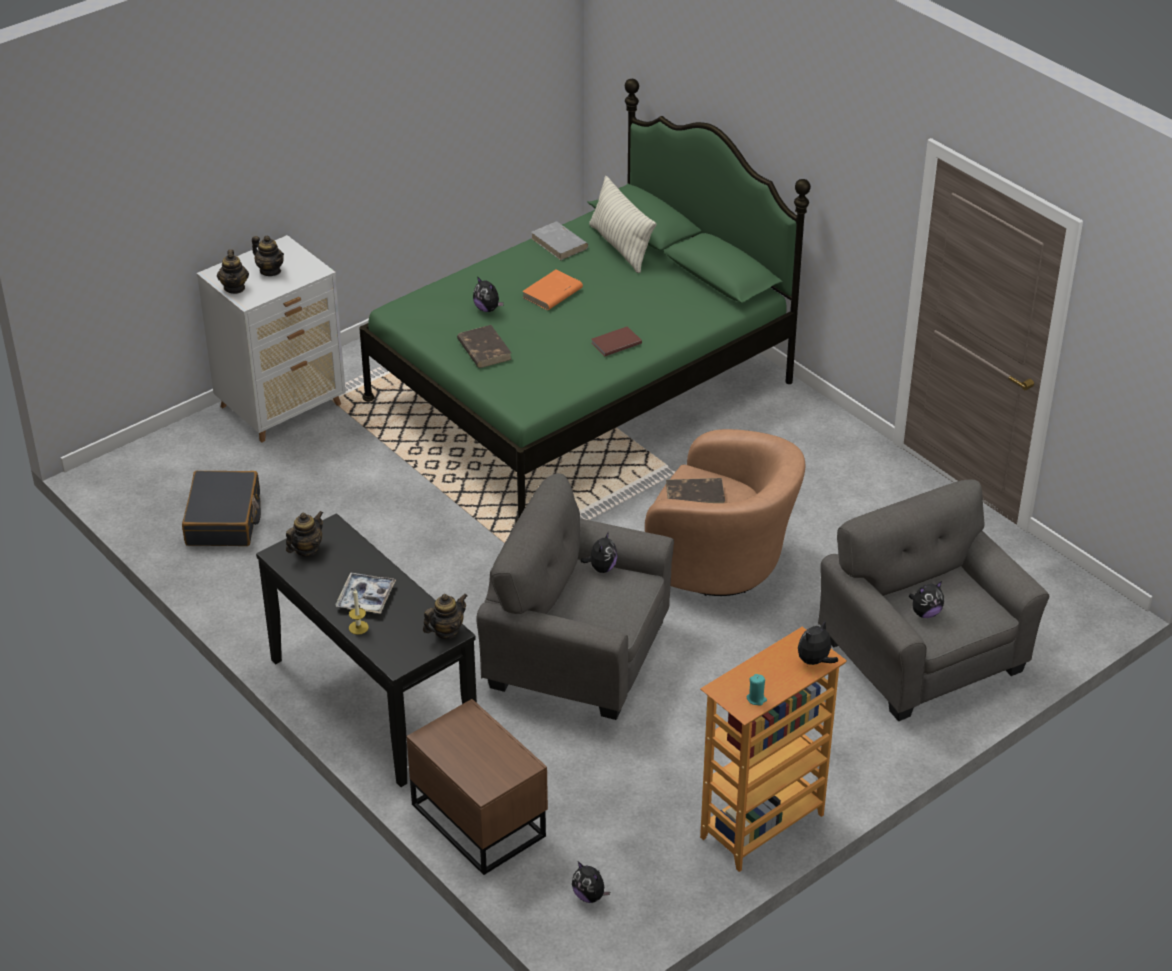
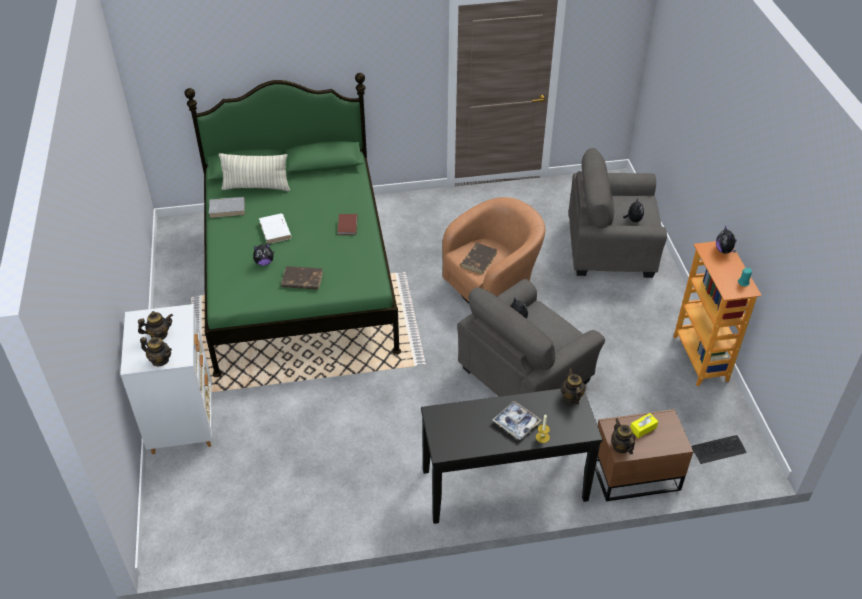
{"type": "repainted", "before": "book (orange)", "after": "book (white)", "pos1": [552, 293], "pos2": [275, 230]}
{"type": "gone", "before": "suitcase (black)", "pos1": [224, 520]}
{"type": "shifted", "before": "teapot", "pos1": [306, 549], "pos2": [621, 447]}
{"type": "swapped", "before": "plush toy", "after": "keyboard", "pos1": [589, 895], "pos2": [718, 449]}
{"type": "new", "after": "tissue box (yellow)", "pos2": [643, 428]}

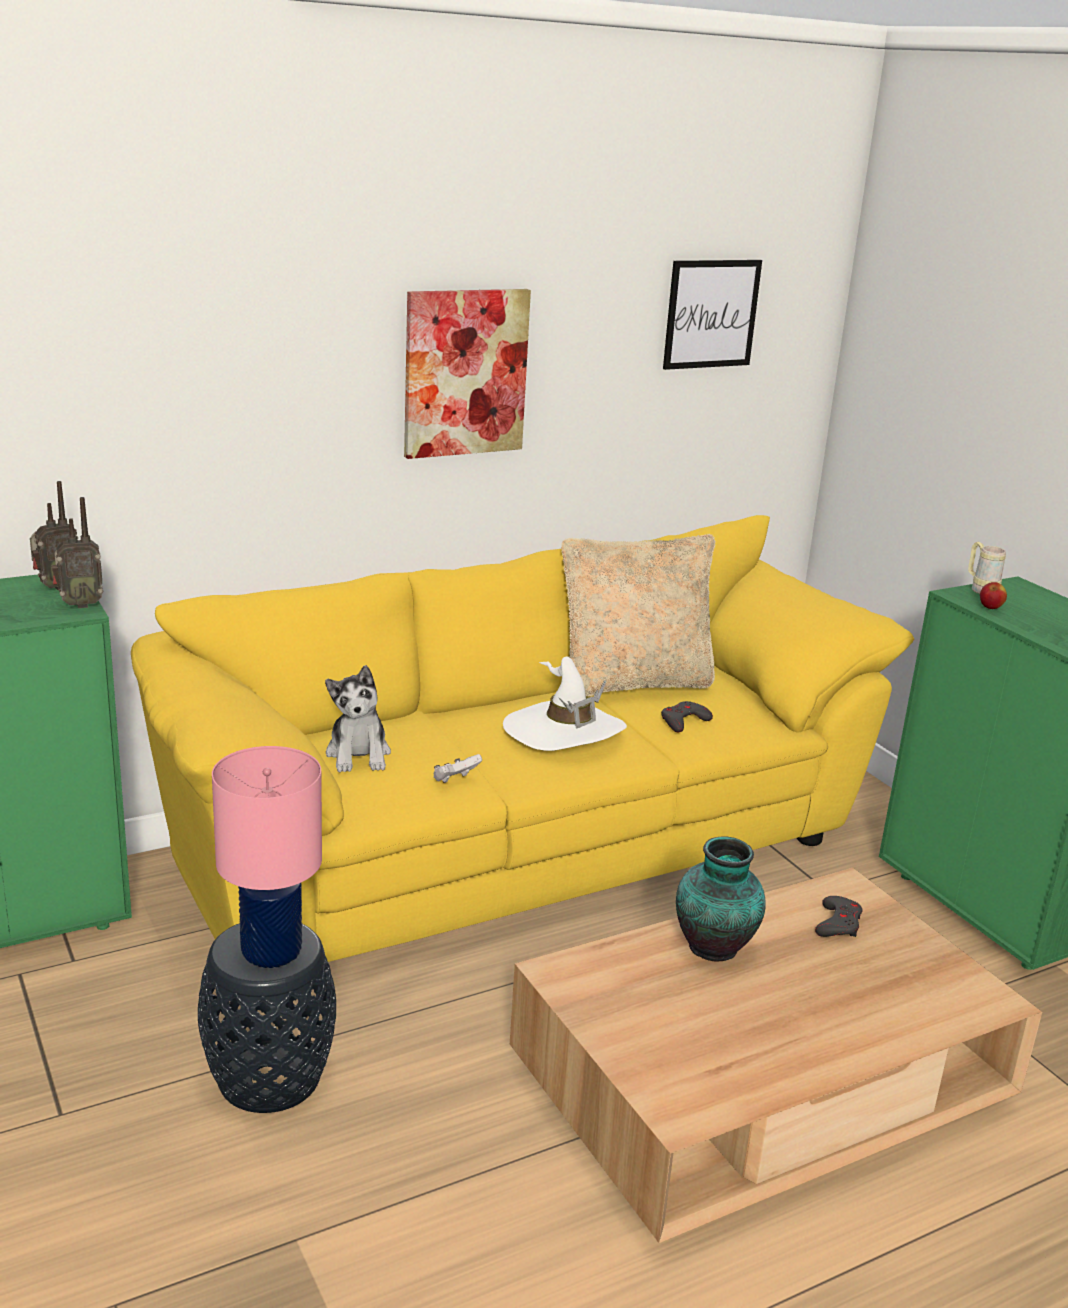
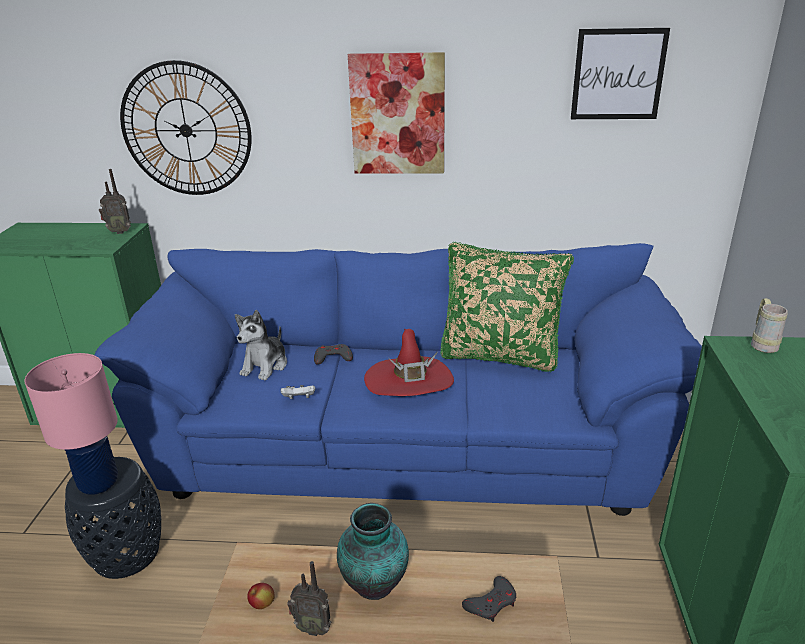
{"type": "shifted", "before": "radio", "pos1": [79, 604], "pos2": [313, 627]}
{"type": "repainted", "before": "sofa (yellow)", "after": "sofa (blue)", "pos1": [523, 854], "pos2": [405, 454]}
{"type": "repainted", "before": "pillow (beige)", "after": "pillow (green)", "pos1": [635, 686], "pos2": [500, 358]}
{"type": "shifted", "before": "apple", "pos1": [990, 608], "pos2": [262, 604]}
{"type": "repainted", "before": "hat (white)", "after": "hat (red)", "pos1": [564, 731], "pos2": [409, 381]}
{"type": "shifted", "before": "game controller (grey)", "pos1": [683, 721], "pos2": [333, 357]}
{"type": "new", "after": "wall clock", "pos2": [186, 130]}

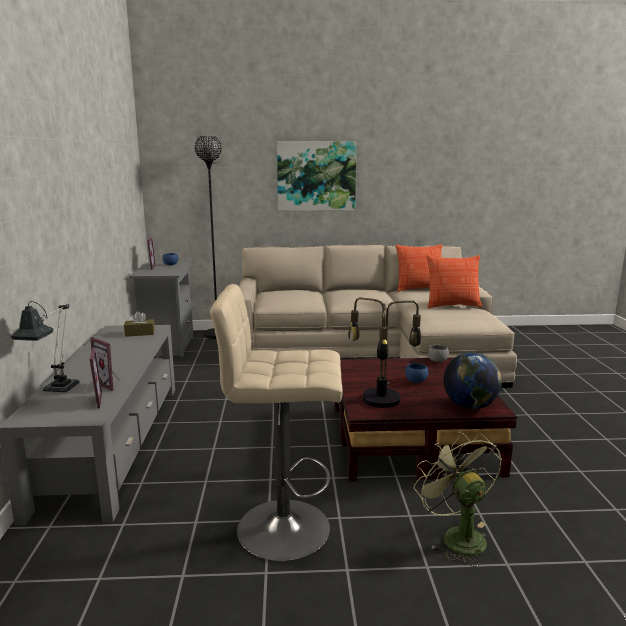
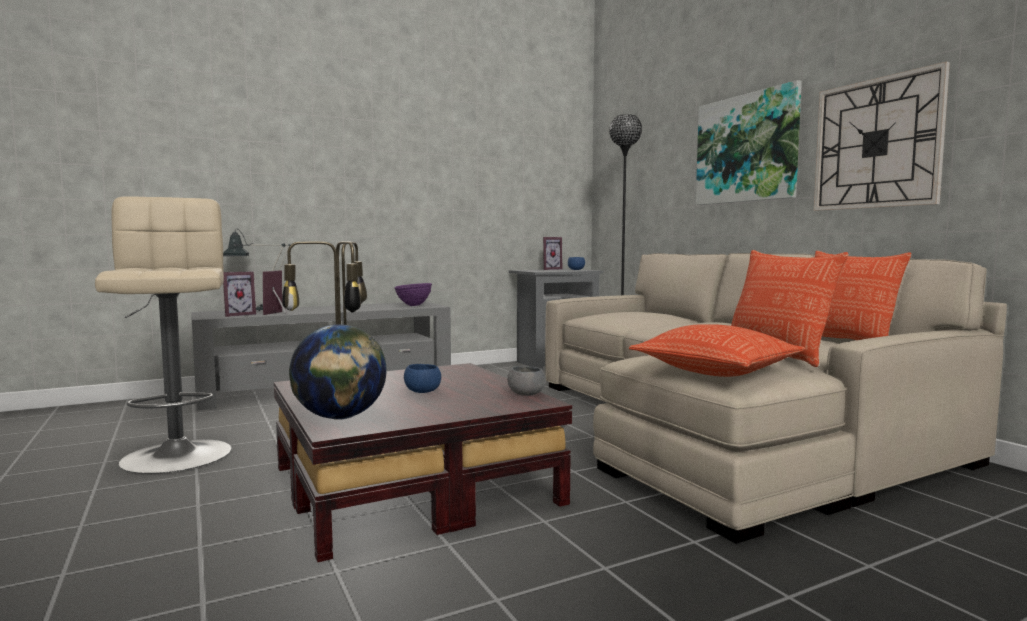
{"type": "swapped", "before": "tissue box (brown)", "after": "bowl (purple)", "pos1": [140, 333], "pos2": [413, 306]}
{"type": "gone", "before": "fan (green)", "pos1": [456, 536]}
{"type": "new", "after": "wall clock", "pos2": [876, 144]}
{"type": "new", "after": "pillow (orange)", "pos2": [716, 371]}

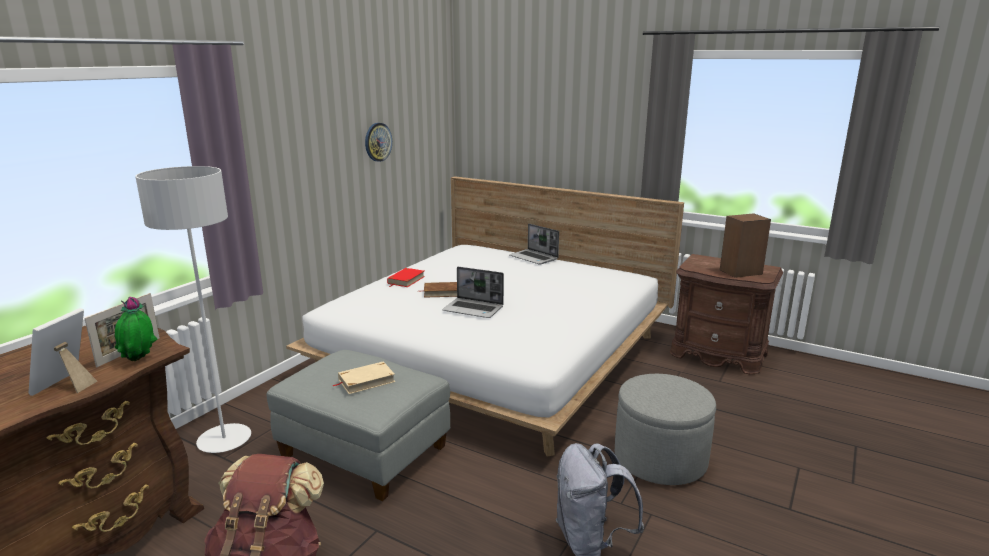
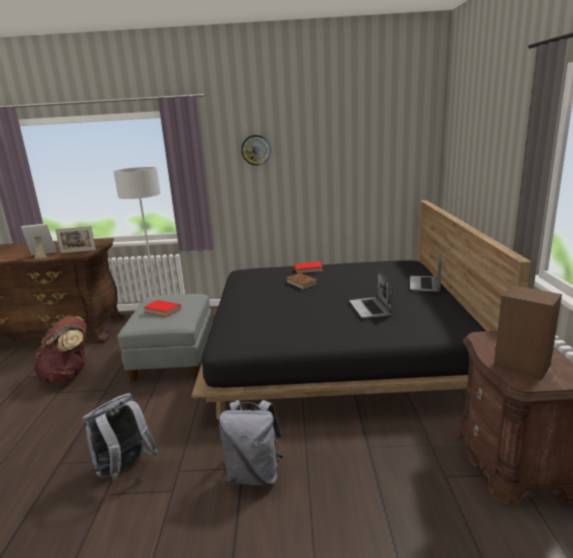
{"type": "shifted", "before": "wall clock", "pos1": [377, 142], "pos2": [256, 150]}
{"type": "repainted", "before": "bed (white)", "after": "bed (black)", "pos1": [493, 354], "pos2": [335, 349]}
{"type": "shifted", "before": "laptop", "pos1": [474, 309], "pos2": [371, 309]}
{"type": "gone", "before": "potted plant", "pos1": [139, 361]}
{"type": "repainted", "before": "book (beige)", "after": "book (red)", "pos1": [366, 381], "pos2": [162, 310]}
{"type": "swapped", "before": "ottoman (grey)", "after": "backpack (grey)", "pos1": [660, 459], "pos2": [254, 474]}

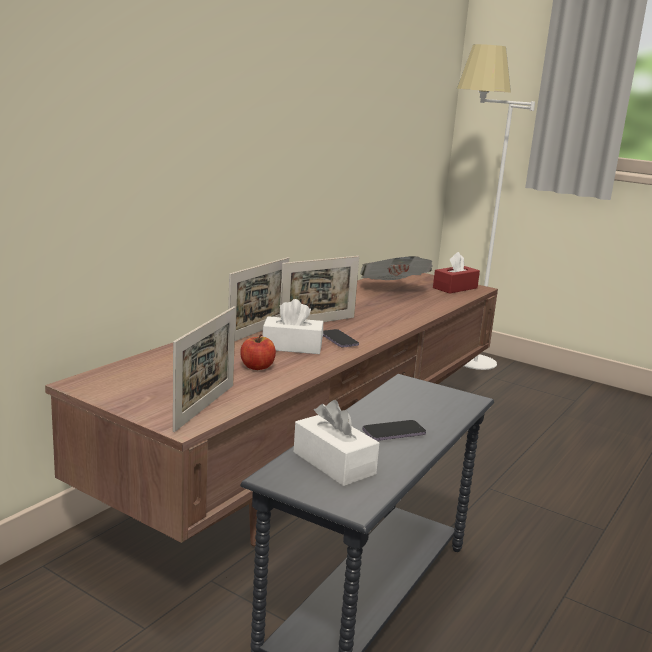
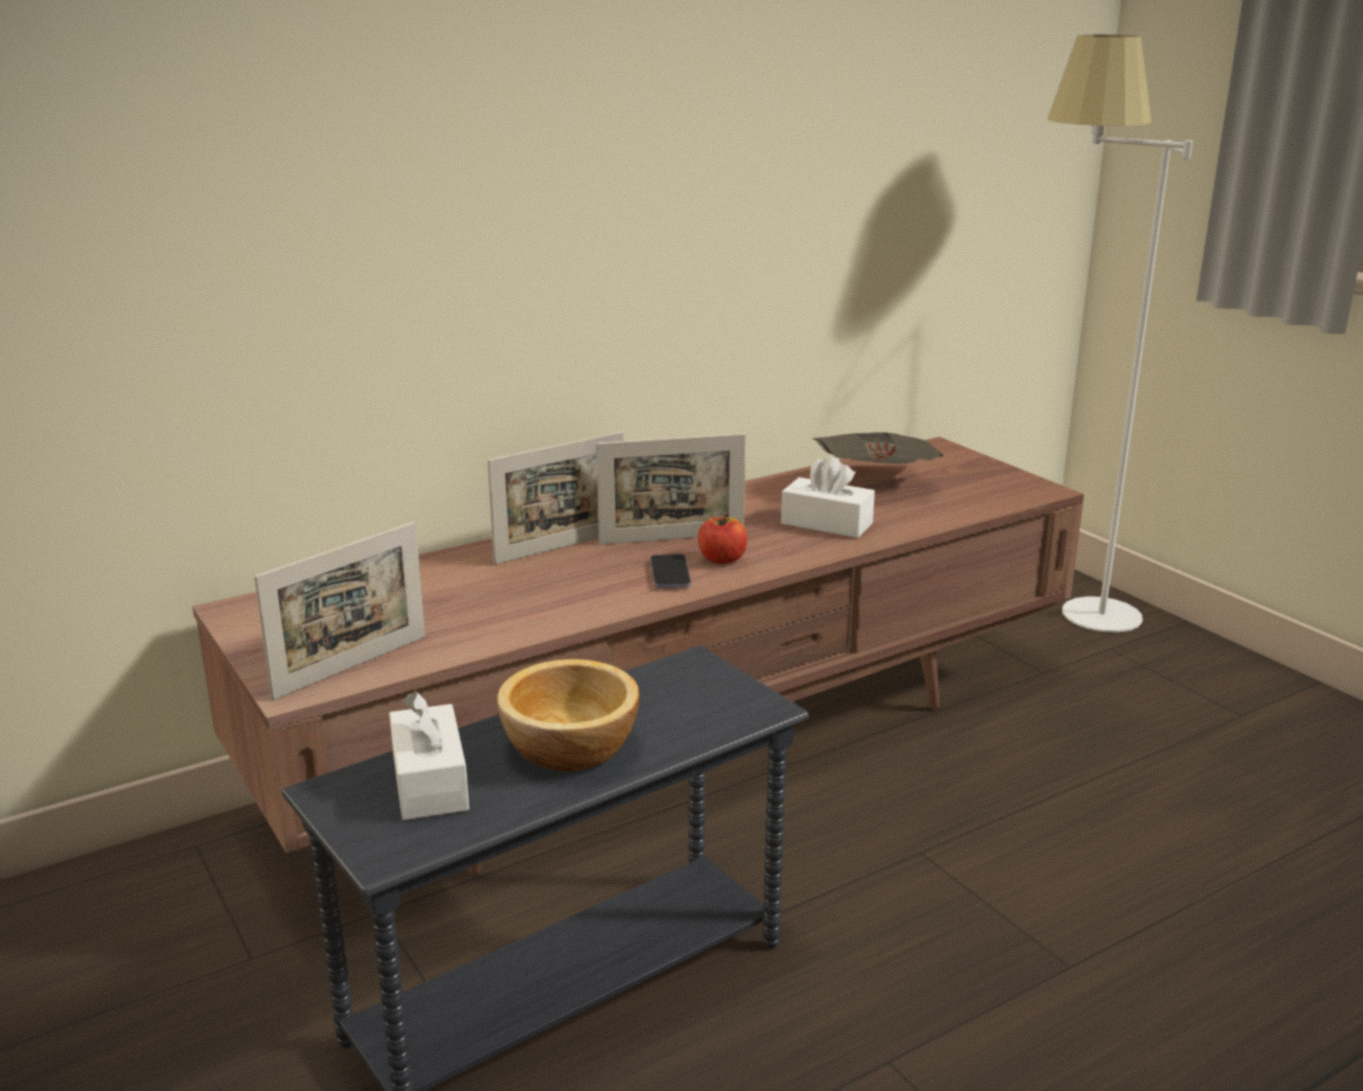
{"type": "gone", "before": "tissue box (red)", "pos1": [455, 288]}
{"type": "shifted", "before": "tissue box (white)", "pos1": [292, 347], "pos2": [826, 523]}
{"type": "shifted", "before": "apple", "pos1": [257, 367], "pos2": [722, 559]}
{"type": "swapped", "before": "phone", "after": "bowl", "pos1": [393, 433], "pos2": [572, 747]}

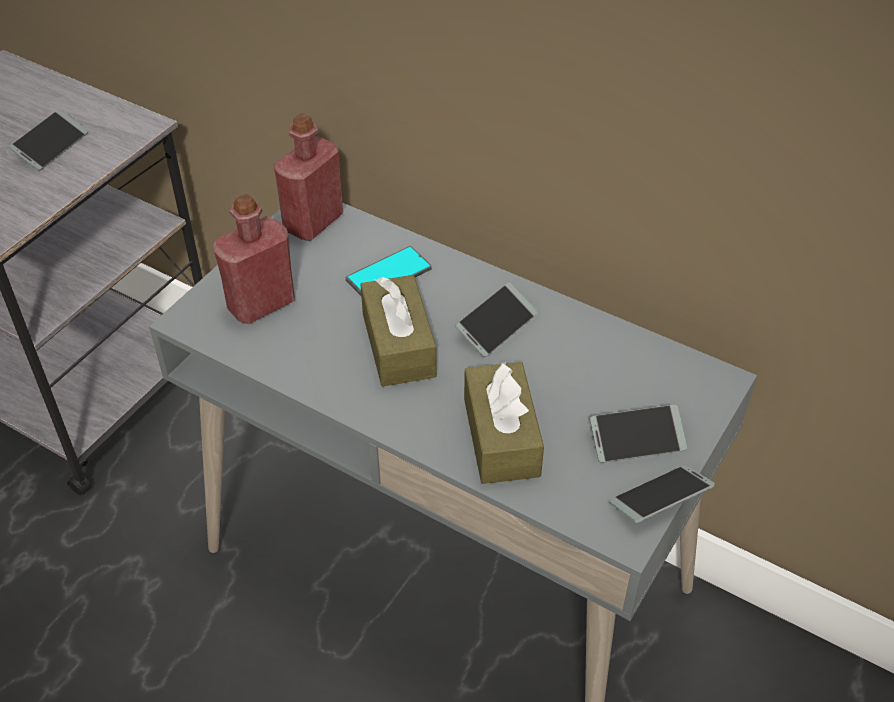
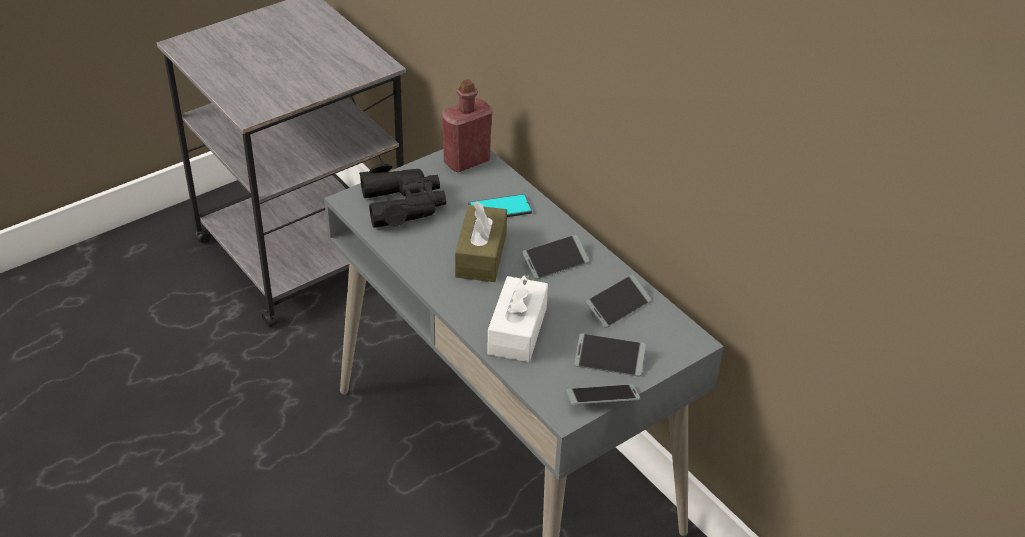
{"type": "shifted", "before": "phone", "pos1": [51, 146], "pos2": [618, 306]}
{"type": "swapped", "before": "bottle (red)", "after": "binoculars (black)", "pos1": [261, 304], "pos2": [403, 204]}
{"type": "repainted", "before": "tissue box (brown)", "after": "tissue box (white)", "pos1": [501, 437], "pos2": [517, 331]}

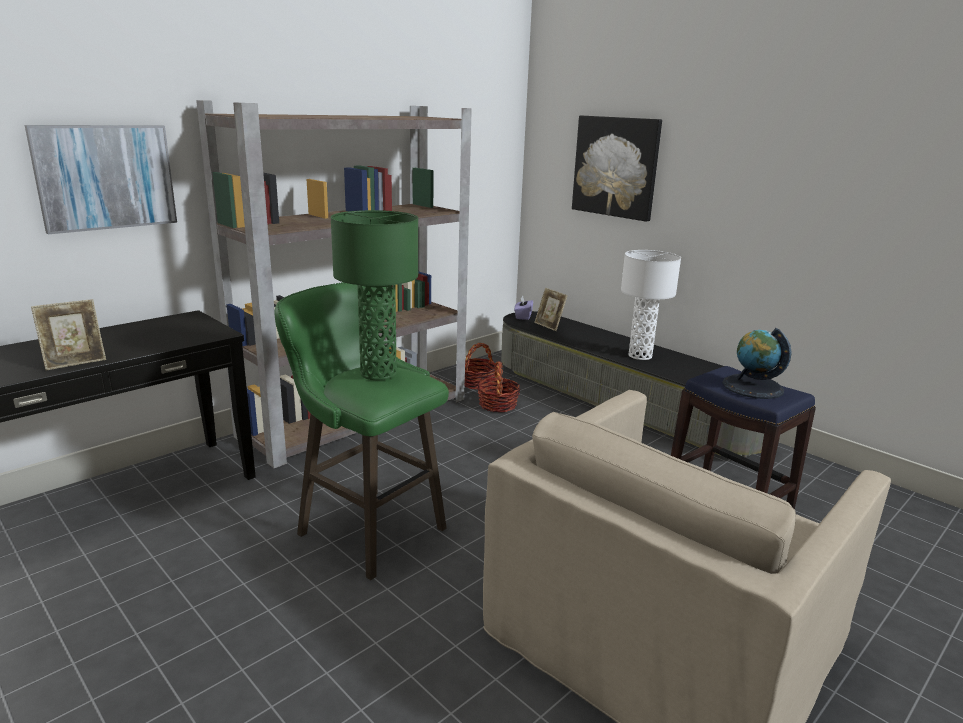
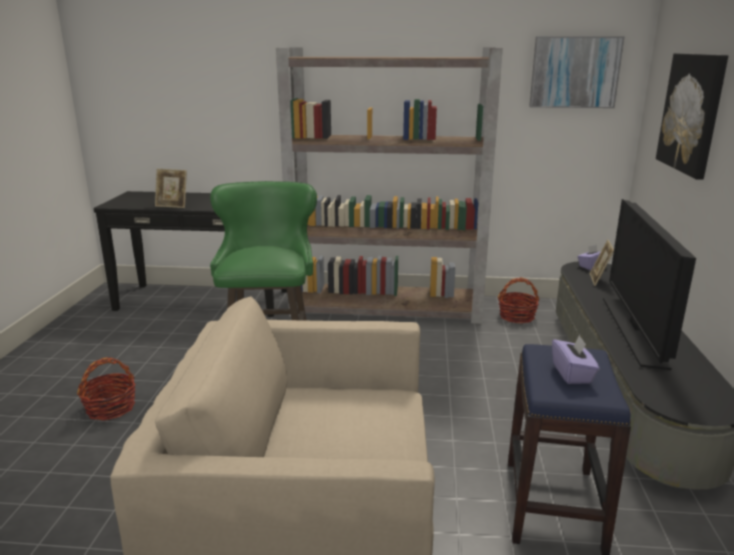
{"type": "shifted", "before": "picture", "pos1": [105, 177], "pos2": [574, 72]}
{"type": "gone", "before": "table lamp (green)", "pos1": [377, 373]}
{"type": "swapped", "before": "table lamp (white)", "after": "television", "pos1": [640, 356], "pos2": [634, 331]}
{"type": "swapped", "before": "globe", "after": "tissue box (purple)", "pos1": [752, 387], "pos2": [572, 374]}
{"type": "shifted", "before": "basket", "pos1": [497, 405], "pos2": [111, 408]}

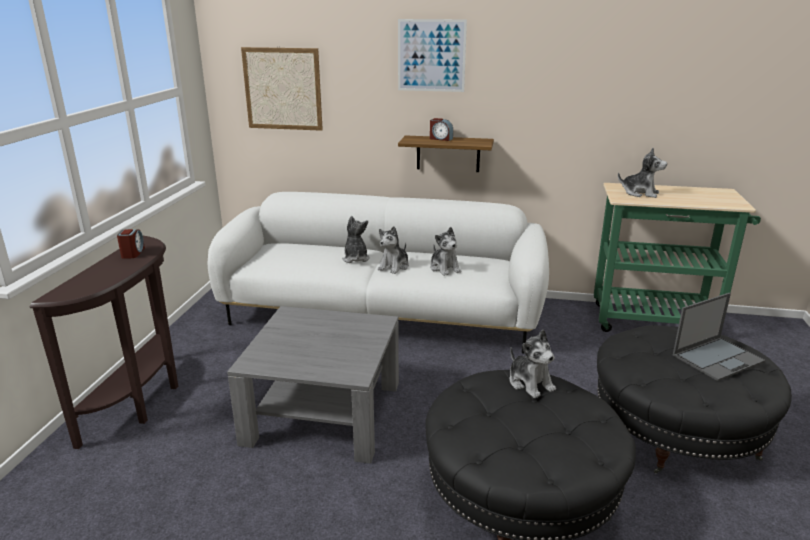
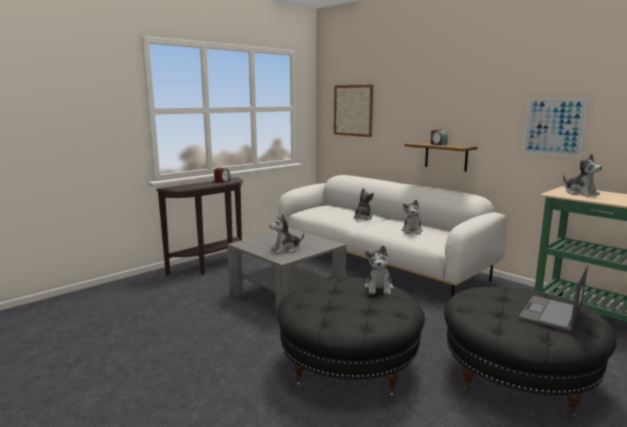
{"type": "shifted", "before": "picture", "pos1": [431, 55], "pos2": [554, 126]}
{"type": "shifted", "before": "plush toy", "pos1": [394, 266], "pos2": [286, 249]}
{"type": "rotated", "before": "laptop", "pos1": [718, 358], "pos2": [551, 314], "turn": 120}

